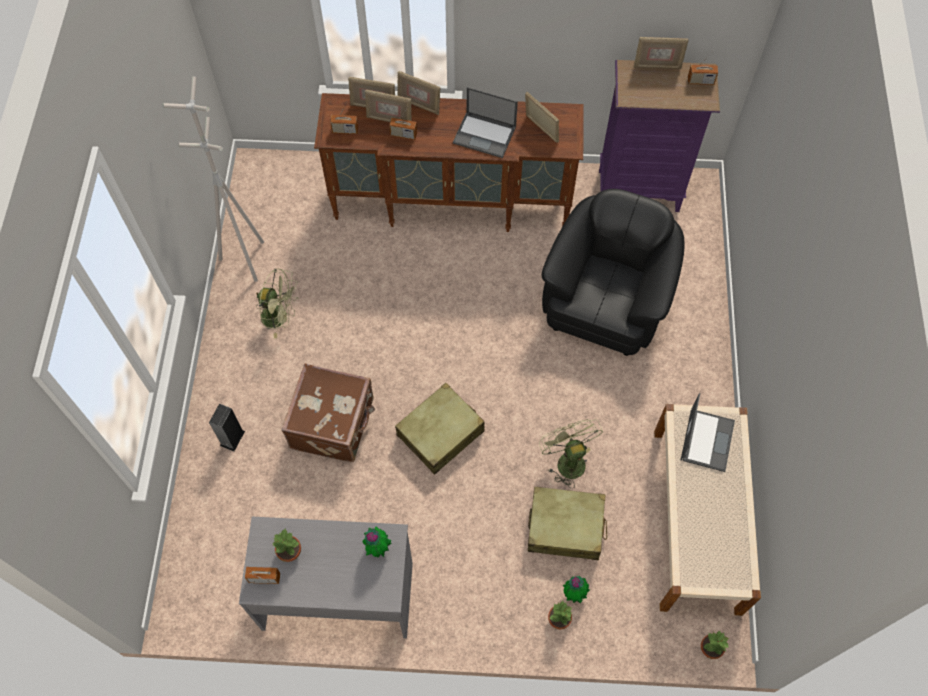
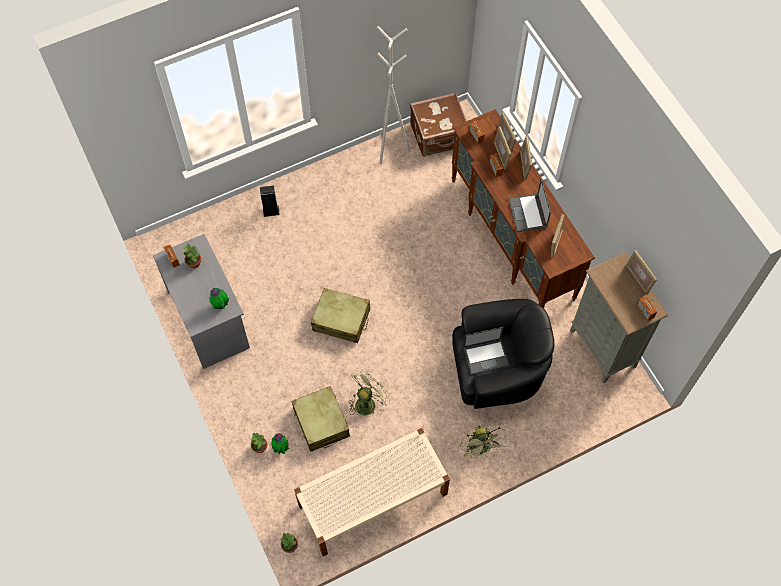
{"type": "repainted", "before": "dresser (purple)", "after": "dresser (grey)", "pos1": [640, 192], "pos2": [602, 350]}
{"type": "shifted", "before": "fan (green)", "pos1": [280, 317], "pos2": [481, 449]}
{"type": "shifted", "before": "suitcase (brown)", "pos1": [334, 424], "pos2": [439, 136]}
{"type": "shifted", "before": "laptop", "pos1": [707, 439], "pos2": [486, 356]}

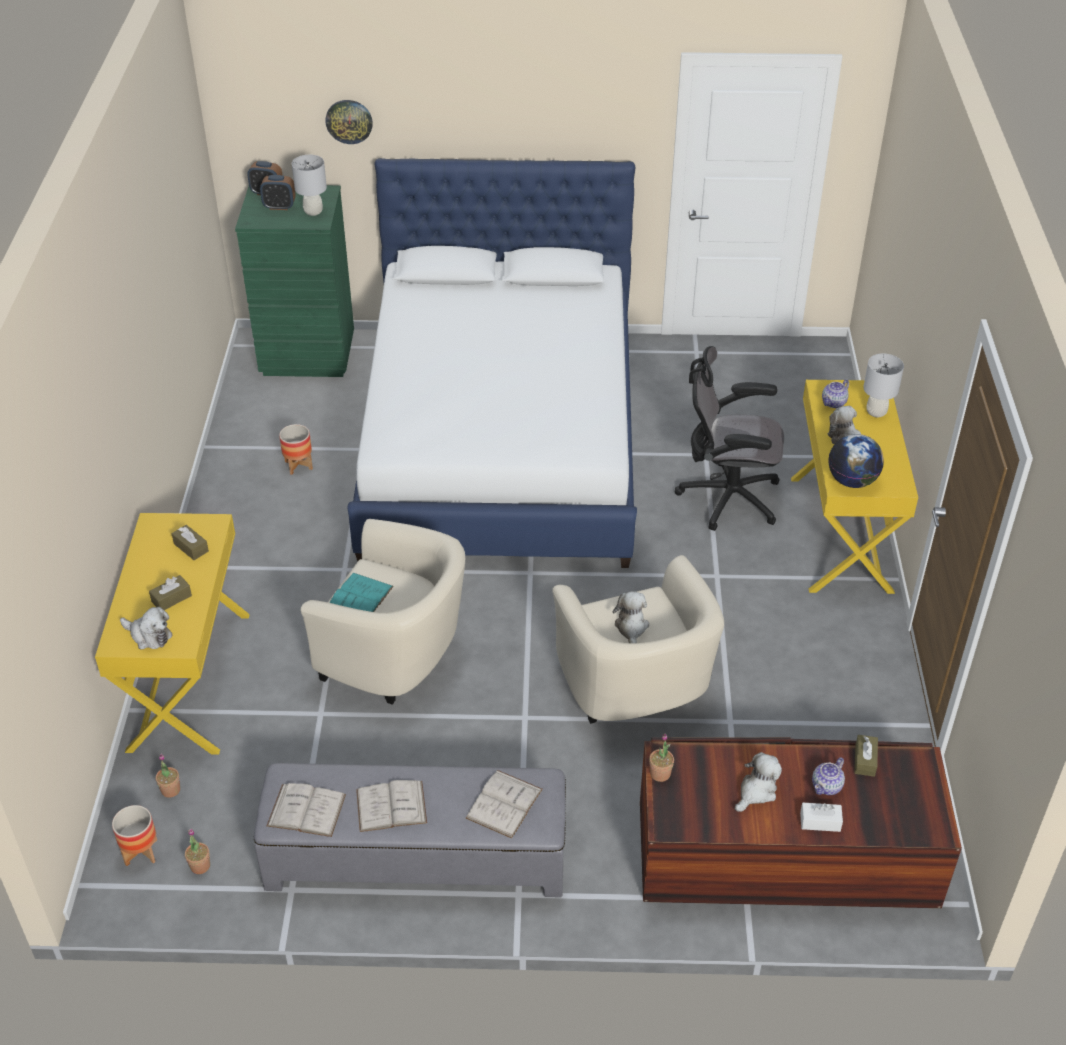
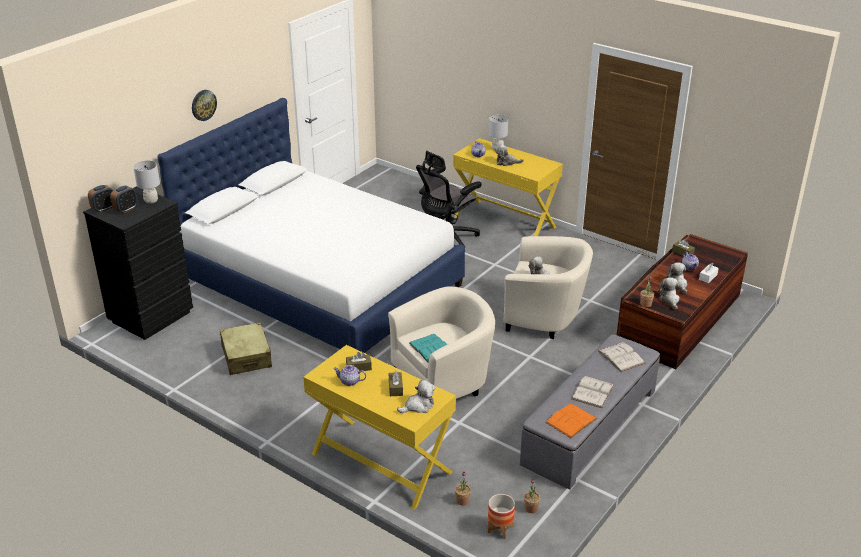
{"type": "shifted", "before": "wall clock", "pos1": [349, 121], "pos2": [203, 105]}
{"type": "repainted", "before": "dresser (green)", "after": "dresser (black)", "pos1": [308, 355], "pos2": [151, 316]}
{"type": "swapped", "before": "planter", "after": "suitcase (beige)", "pos1": [298, 465], "pos2": [246, 356]}
{"type": "gone", "before": "globe", "pos1": [852, 481]}
{"type": "repainted", "before": "book (white)", "after": "book (orange)", "pos1": [306, 810], "pos2": [571, 420]}
{"type": "new", "after": "plush toy", "pos2": [669, 300]}
{"type": "new", "after": "teapot", "pos2": [350, 381]}

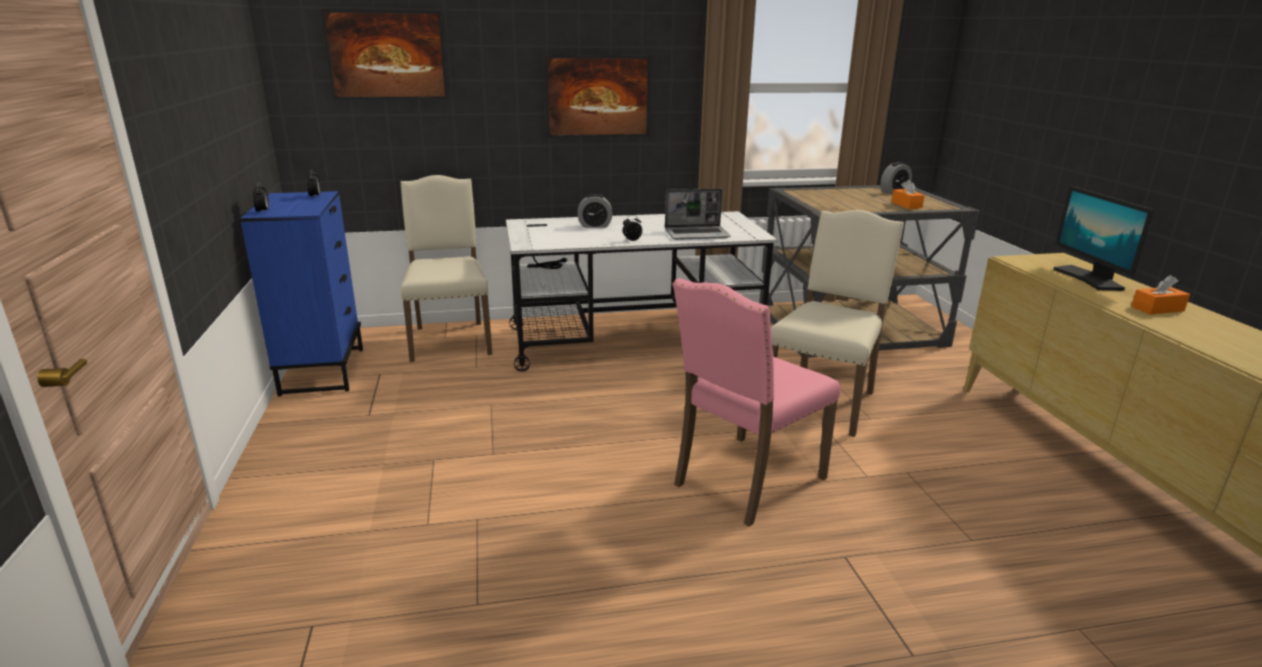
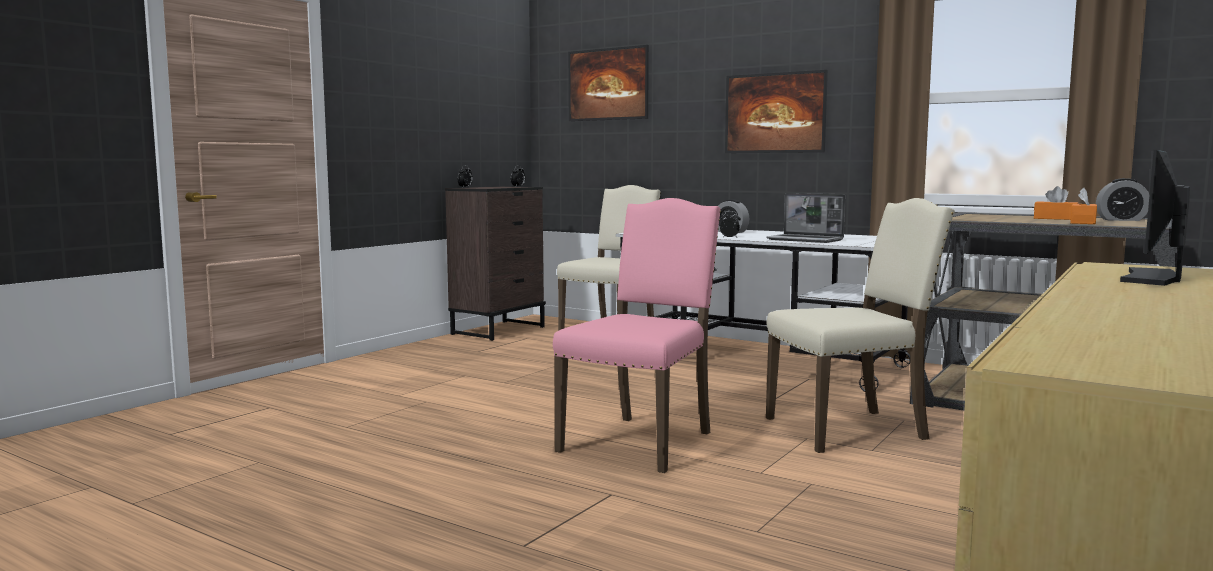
{"type": "repainted", "before": "dresser (blue)", "after": "dresser (brown)", "pos1": [323, 371], "pos2": [499, 330]}
{"type": "shifted", "before": "tissue box (orange)", "pos1": [1157, 309], "pos2": [1055, 218]}
{"type": "rotated", "before": "chair (pink)", "pos1": [745, 481], "pos2": [641, 441], "turn": 120}

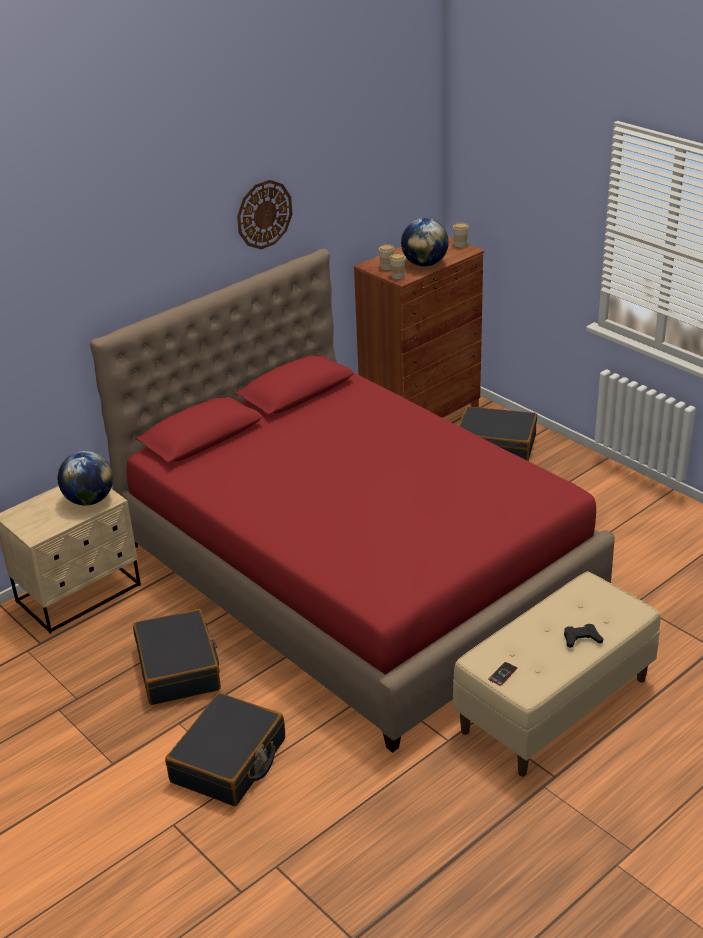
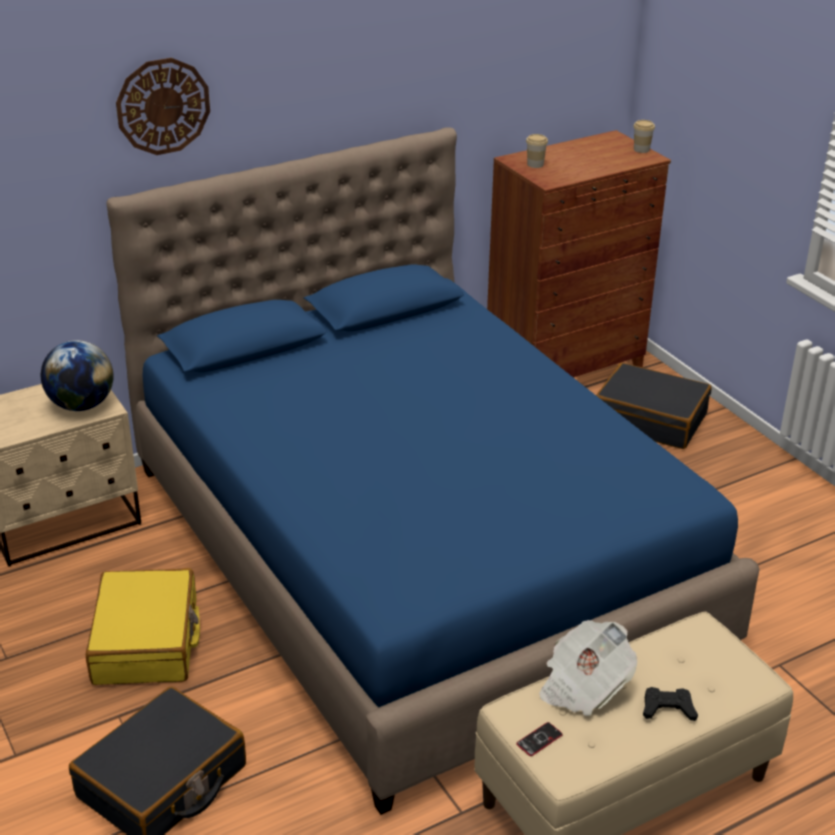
{"type": "shifted", "before": "wall clock", "pos1": [264, 214], "pos2": [163, 106]}
{"type": "gone", "before": "globe", "pos1": [424, 264]}
{"type": "repainted", "before": "bed (red)", "after": "bed (blue)", "pos1": [355, 572], "pos2": [415, 554]}
{"type": "gone", "before": "cup", "pos1": [398, 276]}
{"type": "repainted", "before": "suitcase (black)", "after": "suitcase (yellow)", "pos1": [179, 668], "pos2": [147, 642]}
{"type": "new", "after": "newspaper", "pos2": [583, 686]}

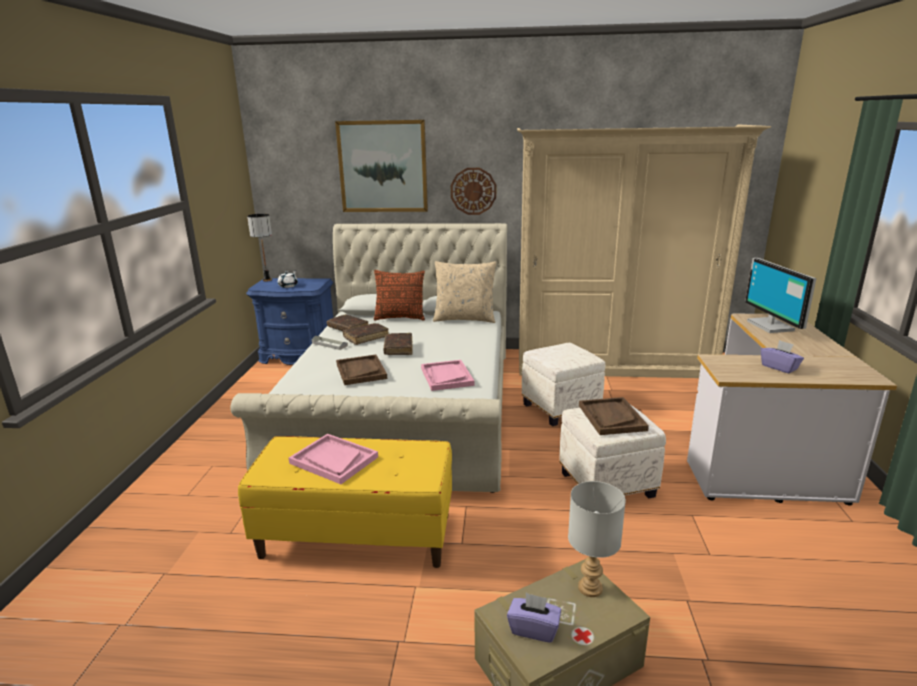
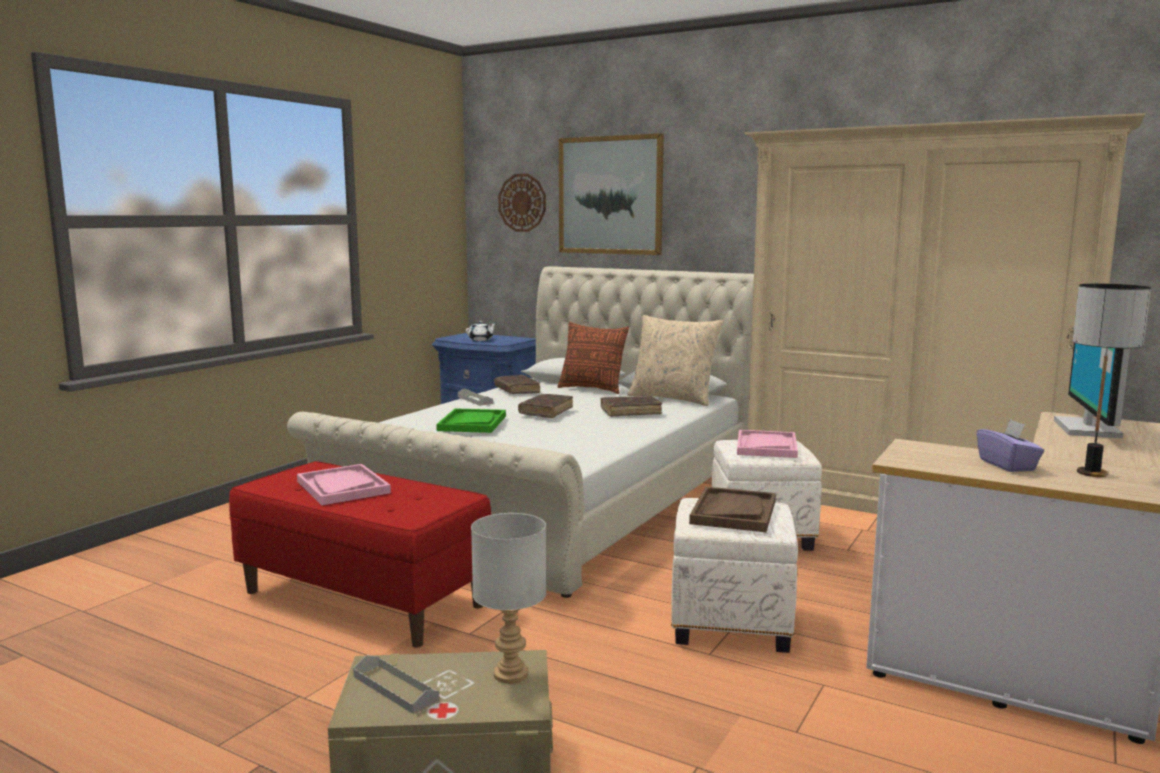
{"type": "shifted", "before": "wall clock", "pos1": [473, 191], "pos2": [522, 203]}
{"type": "shifted", "before": "table lamp", "pos1": [267, 280], "pos2": [1091, 473]}
{"type": "shifted", "before": "book (brown)", "pos1": [366, 337], "pos2": [630, 412]}
{"type": "repainted", "before": "tray (brown)", "after": "tray (green)", "pos1": [361, 371], "pos2": [472, 423]}
{"type": "shifted", "before": "tray (pink)", "pos1": [446, 376], "pos2": [766, 446]}
{"type": "repainted", "before": "bench (yellow)", "after": "bench (red)", "pos1": [357, 535], "pos2": [364, 598]}
{"type": "swapped", "before": "tissue box (purple)", "after": "tray (grey)", "pos1": [533, 629], "pos2": [395, 688]}

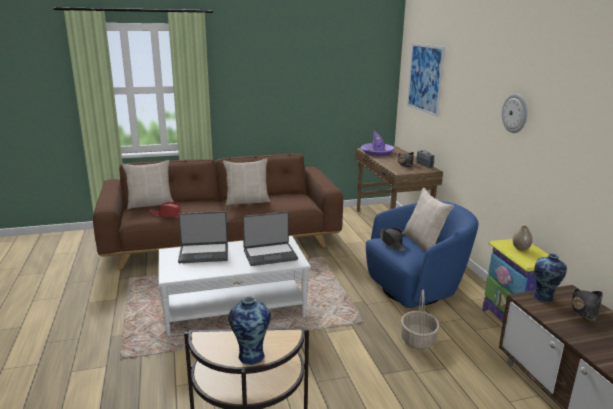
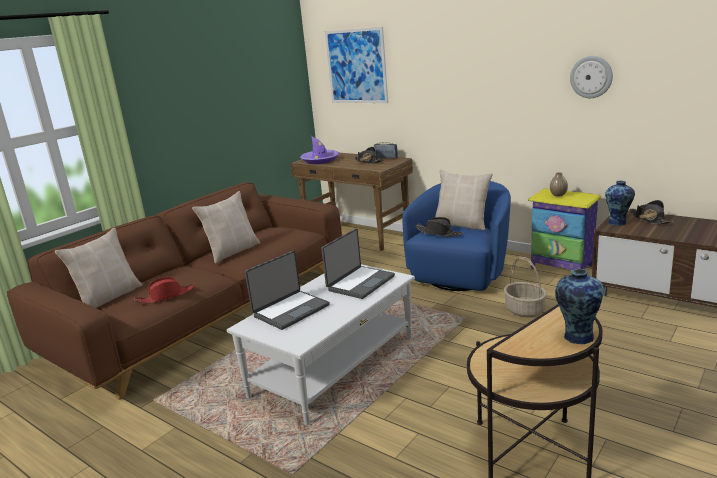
{"type": "shifted", "before": "wall clock", "pos1": [515, 113], "pos2": [591, 77]}

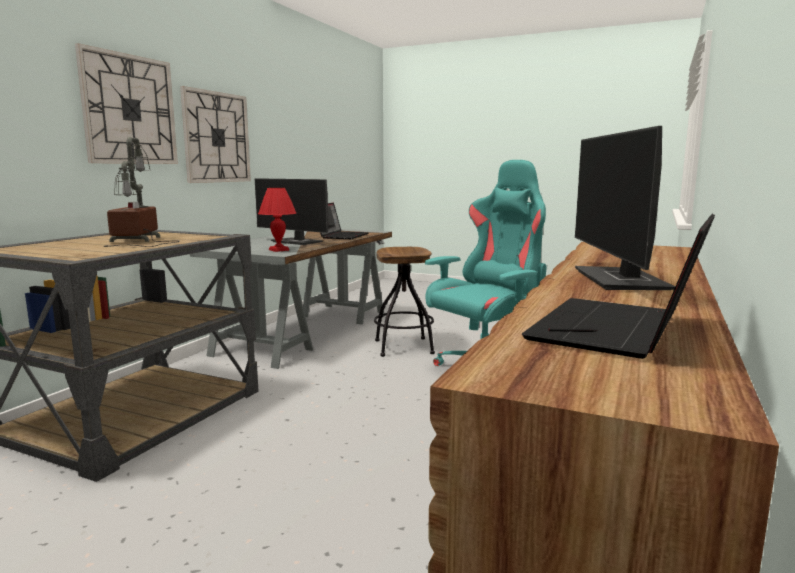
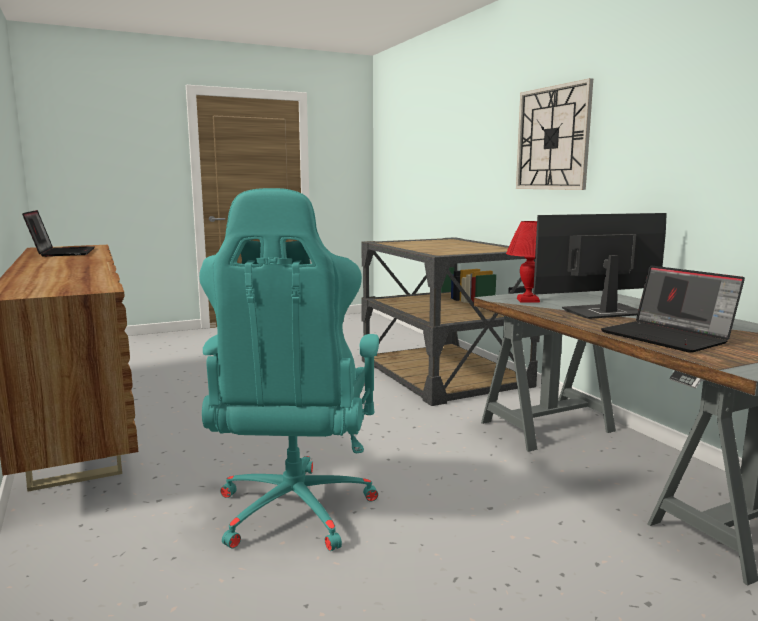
{"type": "gone", "before": "wall clock", "pos1": [216, 137]}
{"type": "gone", "before": "monitor", "pos1": [622, 280]}
{"type": "gone", "before": "table lamp", "pos1": [138, 240]}
{"type": "gone", "before": "stool (brown)", "pos1": [403, 347]}

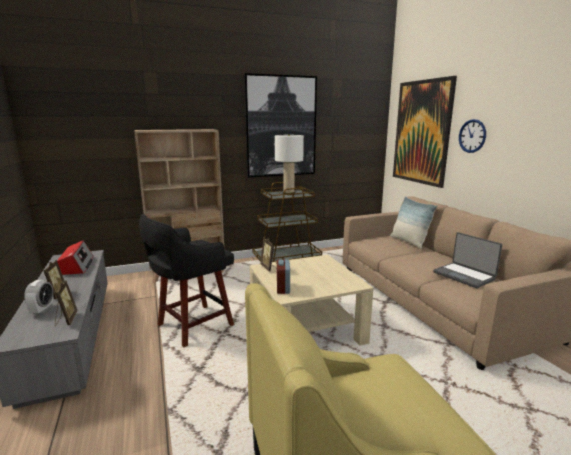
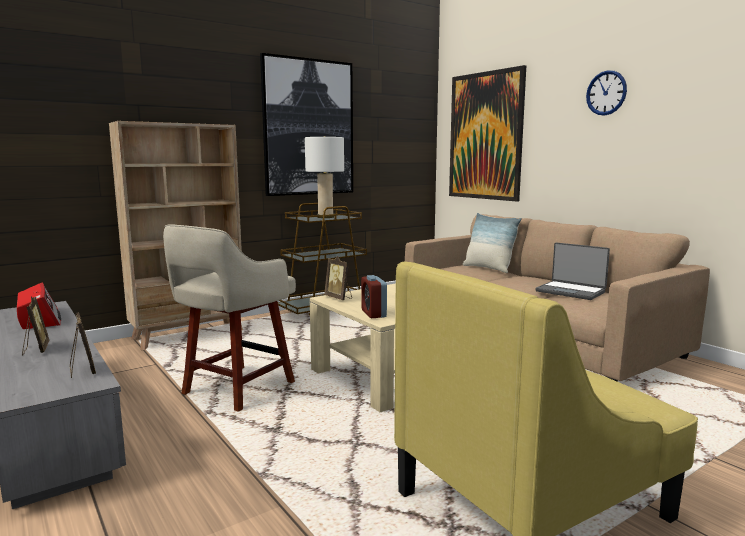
{"type": "shifted", "before": "wall clock", "pos1": [472, 136], "pos2": [606, 93]}
{"type": "repainted", "before": "stool (black)", "after": "stool (beige)", "pos1": [192, 326], "pos2": [235, 390]}
{"type": "gone", "before": "alarm clock", "pos1": [42, 310]}

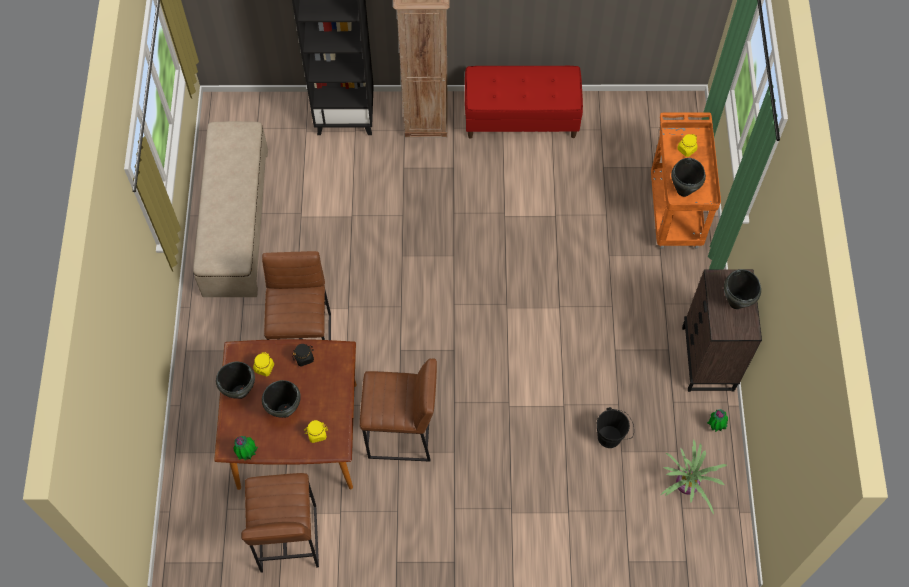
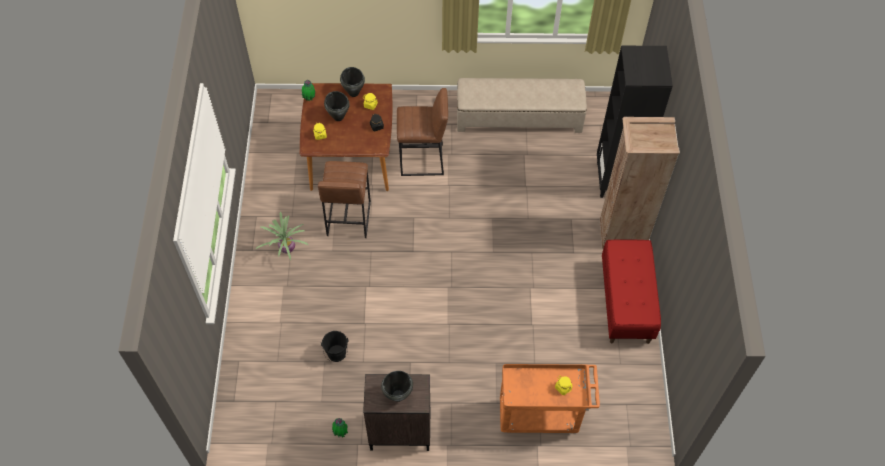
{"type": "gone", "before": "cooking pot (black)", "pos1": [683, 191]}
{"type": "shifted", "before": "potted plant", "pos1": [686, 487], "pos2": [286, 248]}
{"type": "gone", "before": "stool (brown)", "pos1": [288, 539]}

